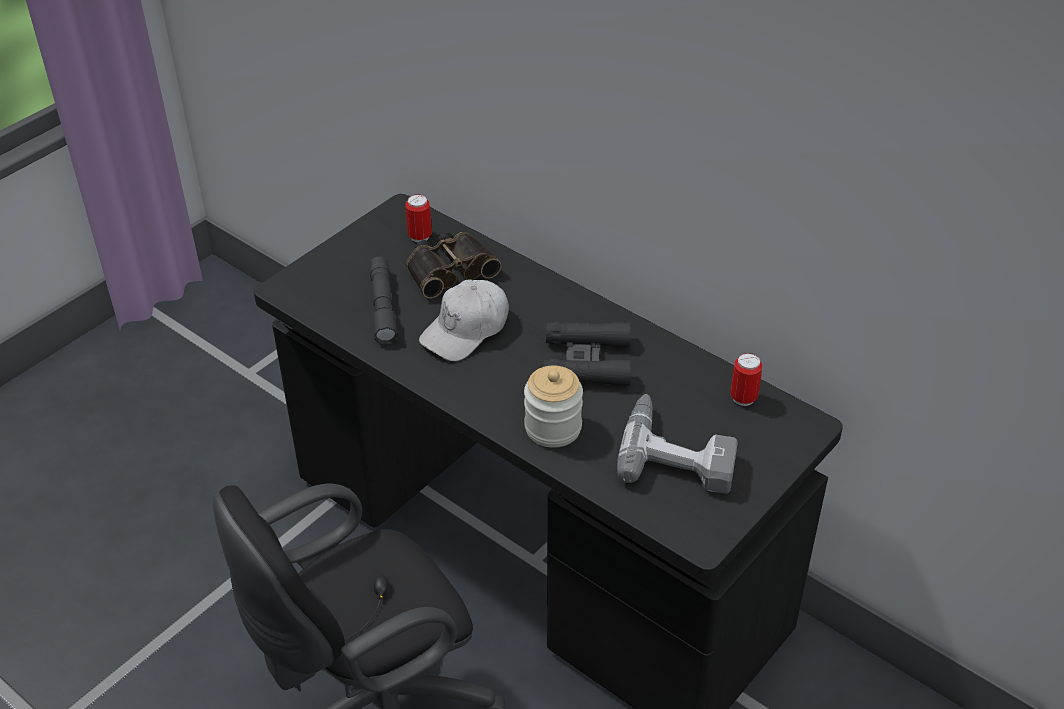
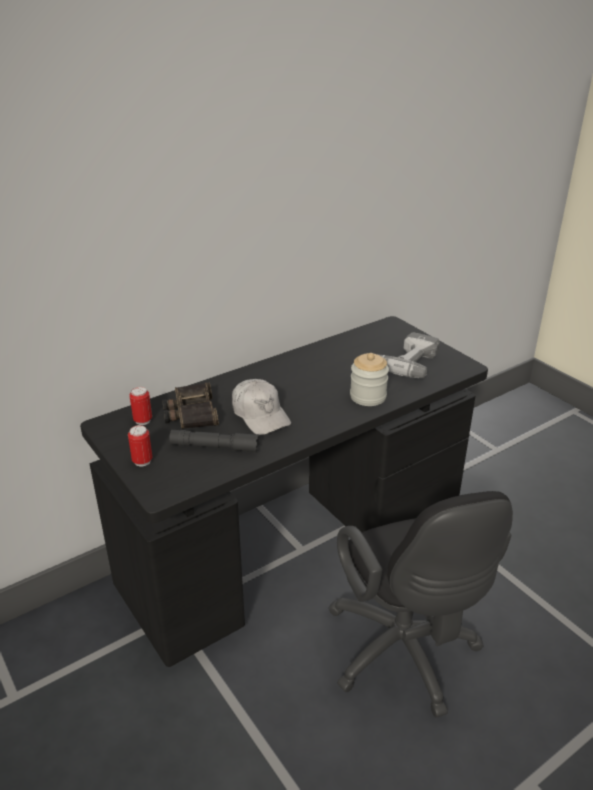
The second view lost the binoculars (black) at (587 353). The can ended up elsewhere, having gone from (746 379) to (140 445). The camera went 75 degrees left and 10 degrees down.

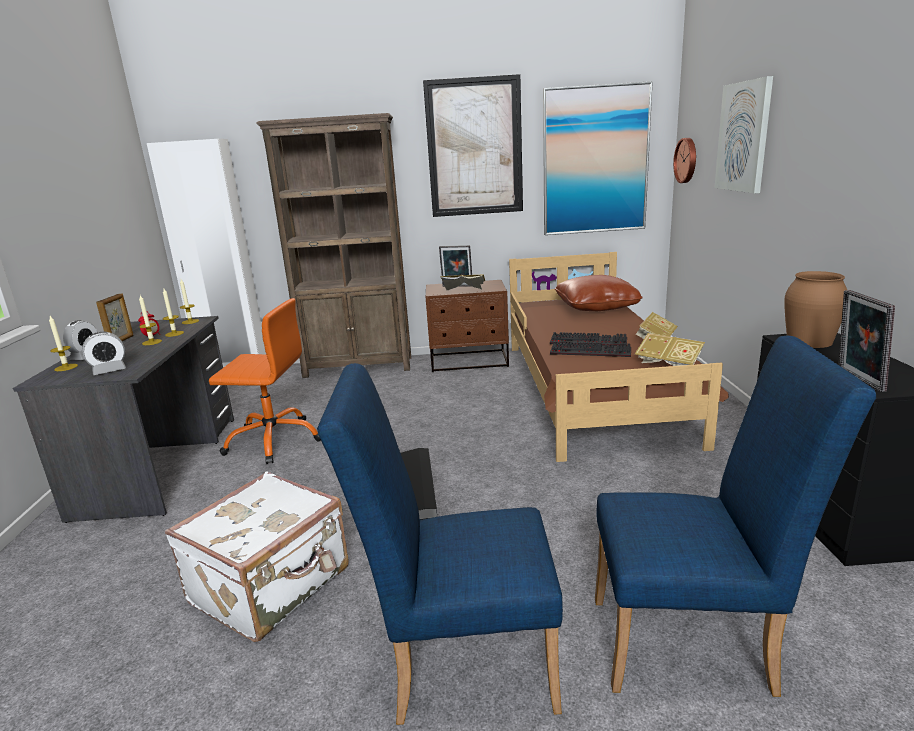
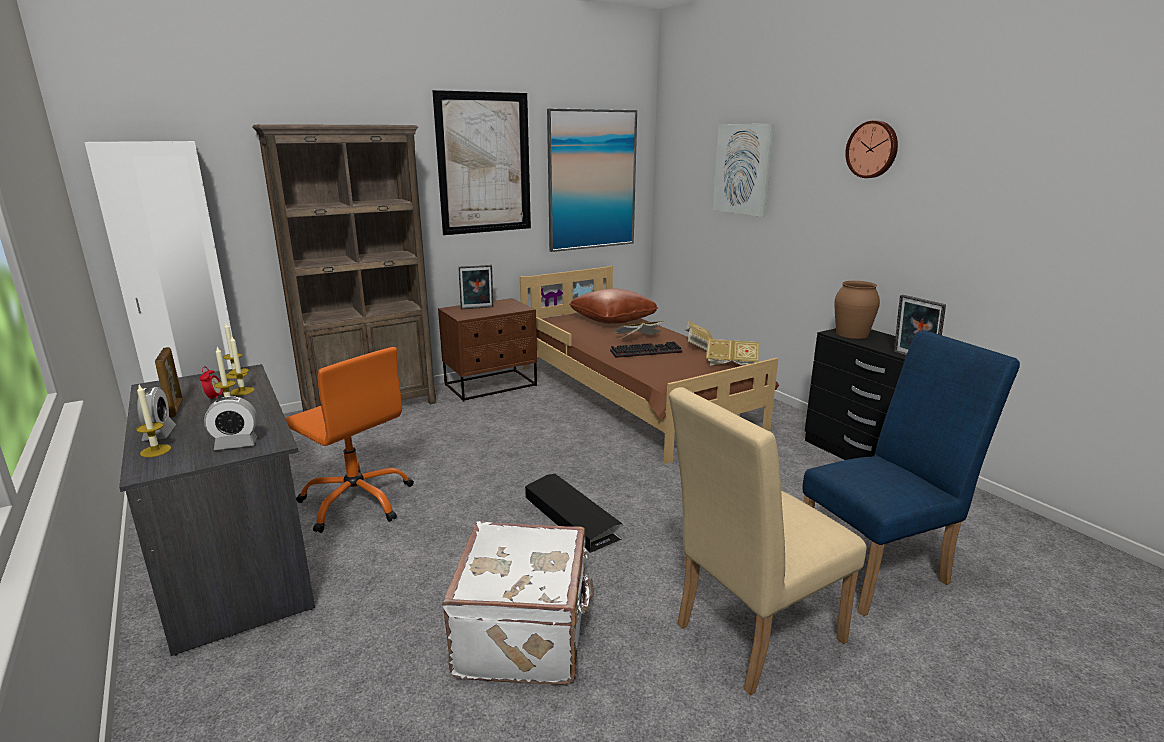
The alarm clock at (104 353) ended up facing another way, 45 degrees clockwise from before. The office chair (orange) at (265 381) ended up facing another way, 60 degrees clockwise from before. What was the chair (blue) at (440 544) turned into the chair (beige) at (768 541). The book ended up elsewhere, having gone from (462 282) to (638 330). The second view lost the keyboard at (590 349). The wall clock ended up elsewhere, having gone from (684 160) to (871 149). The camera went 30 degrees left and 0 degrees up.

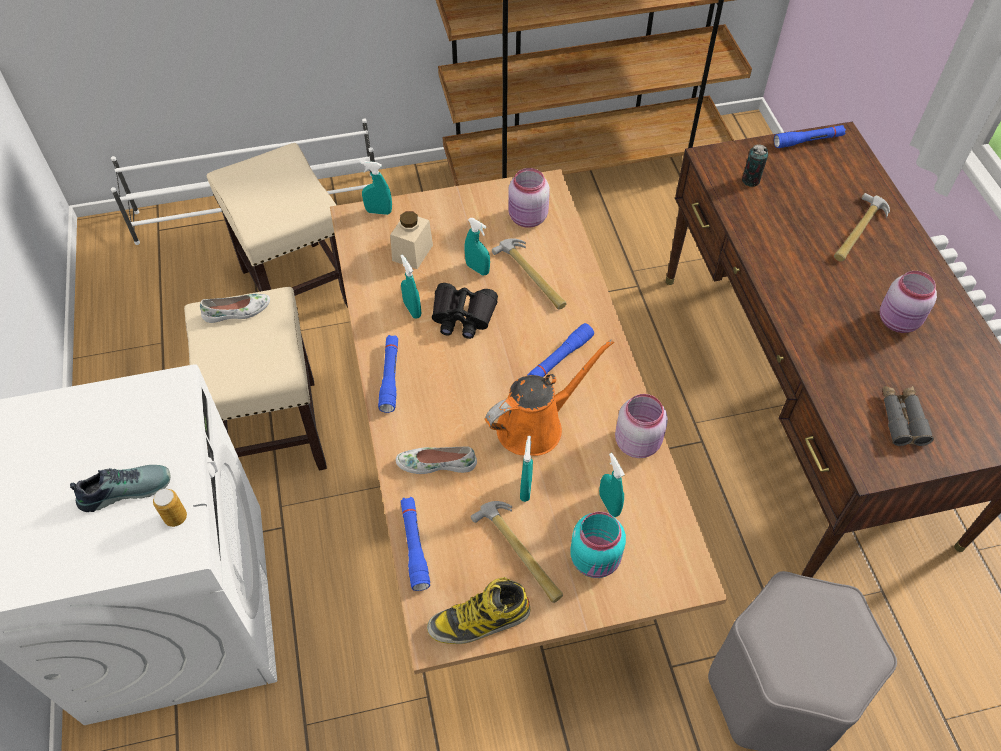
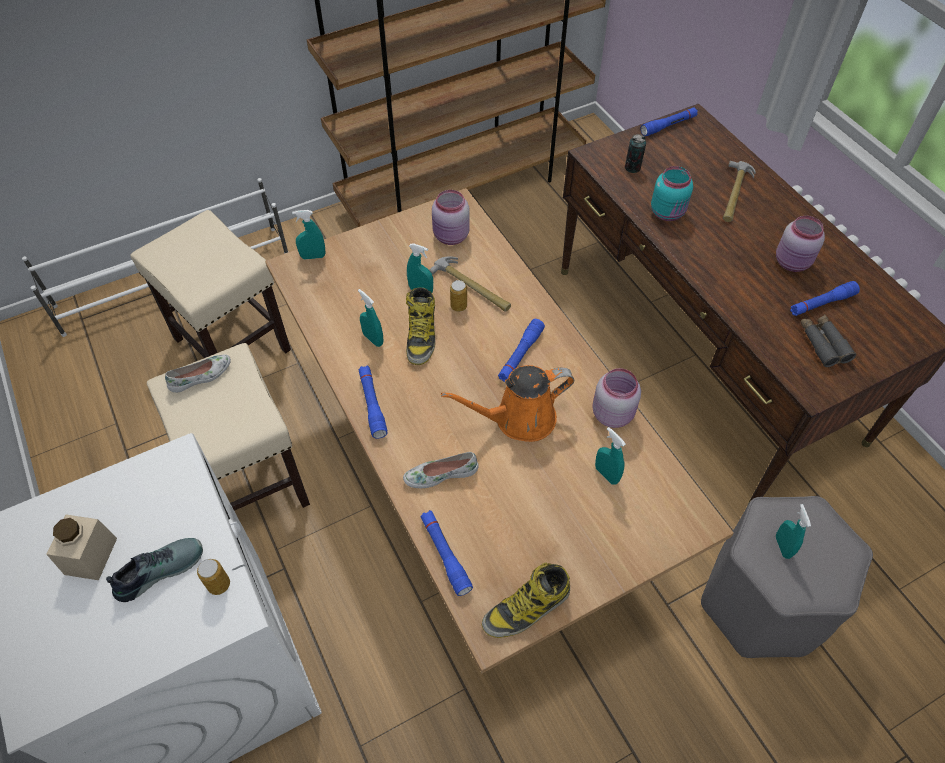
The jar (beige) ended up elsewhere, having gone from (411 240) to (81 547). Where the binoculars (black) stood at (465 311), the boot came to stand at (420 326). The second view lost the hammer at (517 552). The watering can (orange) at (549 397) ended up facing another way, 150 degrees counterclockwise from before. The spray bottle (turquoise) ended up elsewhere, having gone from (526 469) to (793 531). The jar (turquoise) ended up elsewhere, having gone from (598 545) to (672 193). The second view gained the can at (458 296). The second view gained the flashlight (blue) at (825 298). The camera went 15 degrees left and 0 degrees up.

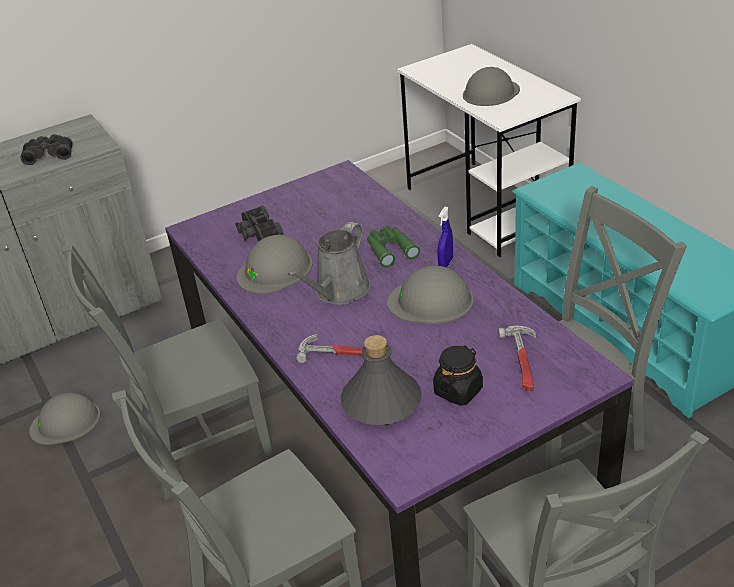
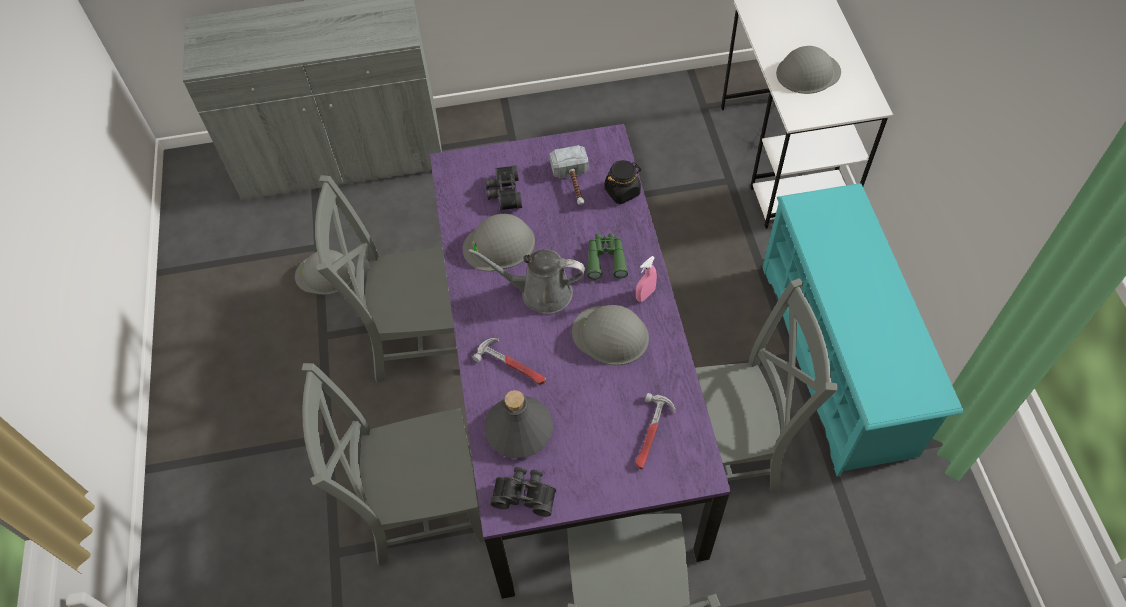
The binoculars (black) ended up elsewhere, having gone from (46 149) to (523 492). The watering can (grey) at (329 263) ended up facing another way, 45 degrees clockwise from before. The jar (black) ended up elsewhere, having gone from (458 375) to (623 182). What was the spray bottle (blue) at (445 237) turned into the spray bottle (pink) at (646 279). The second view gained the hammer at (569 175). The camera went 20 degrees right and 20 degrees up.

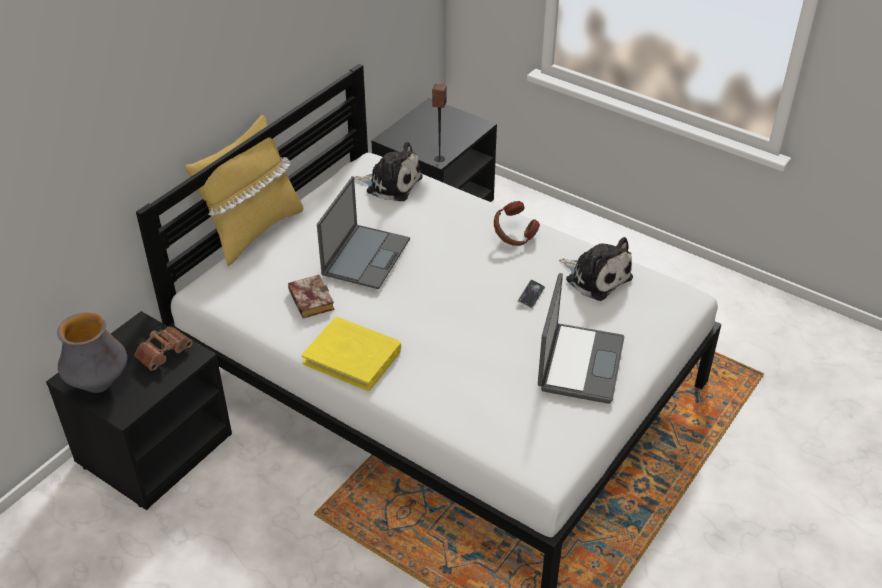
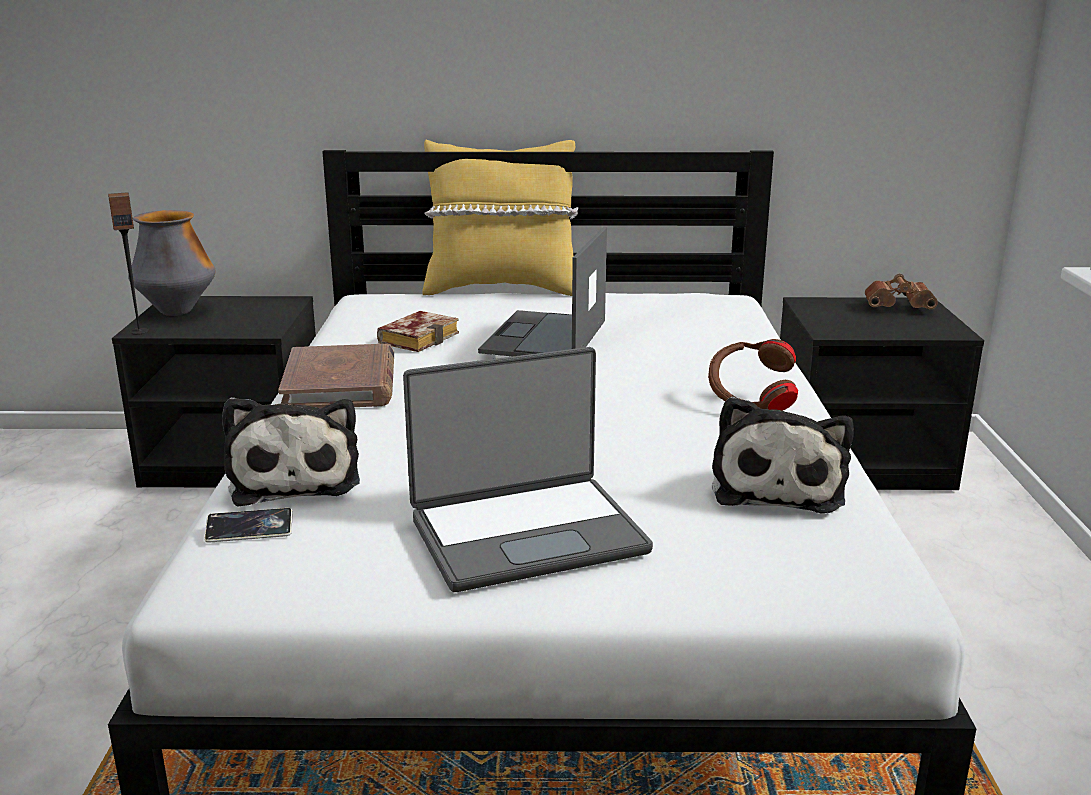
The binoculars (brown) ended up elsewhere, having gone from (163 349) to (901 291). What was the book (yellow) at (351 354) turned into the book (brown) at (336 376). The laptop at (363 232) ended up facing another way, 120 degrees clockwise from before. The plush toy ended up elsewhere, having gone from (388 171) to (291 452). The speaker ended up elsewhere, having gone from (439 123) to (128 263). The phone ended up elsewhere, having gone from (531 294) to (248 525). The camera went 55 degrees right and 20 degrees down.

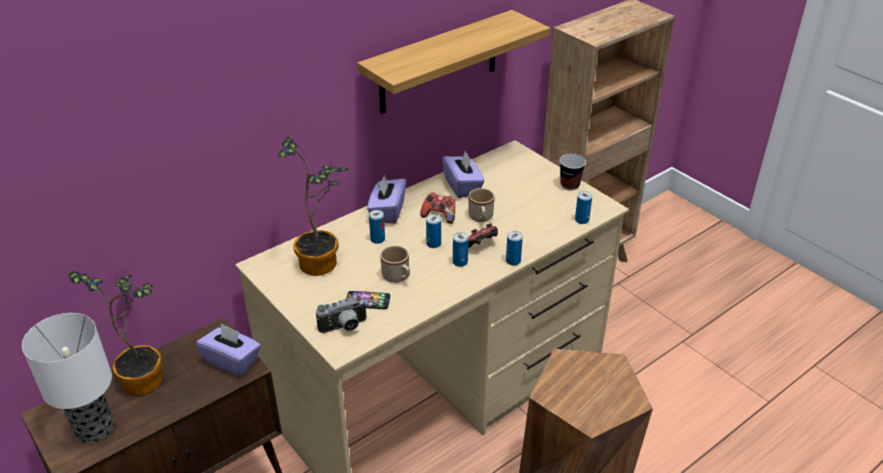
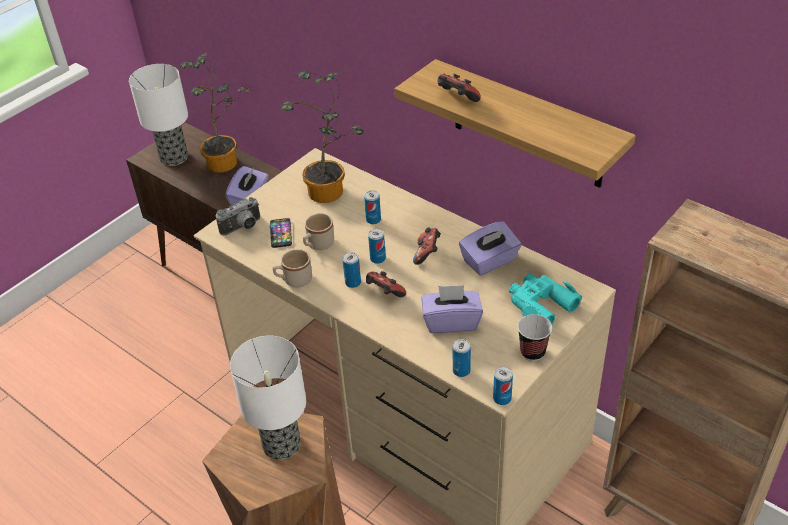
The photo camera at (341 314) ended up facing another way, 90 degrees counterclockwise from before. The tissue box (purple) ended up elsewhere, having gone from (386 199) to (452 309). The mug (beige) ended up elsewhere, having gone from (481 205) to (292 268). The can ended up elsewhere, having gone from (514 248) to (503 385). The second view gained the table lamp at (268 397). The second view gained the game controller at (459 88). The second view gained the binoculars (turquoise) at (545 299). The camera went 80 degrees right and 5 degrees up.

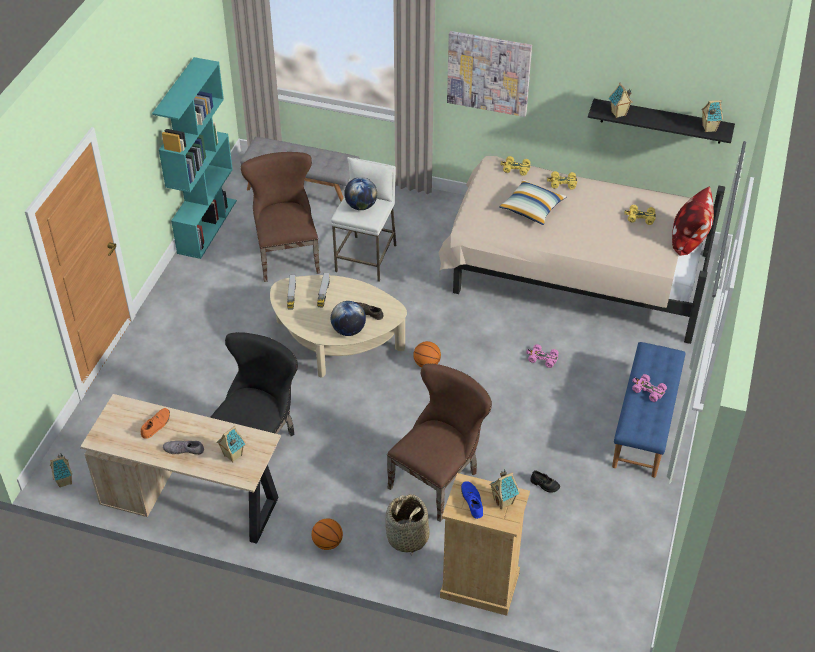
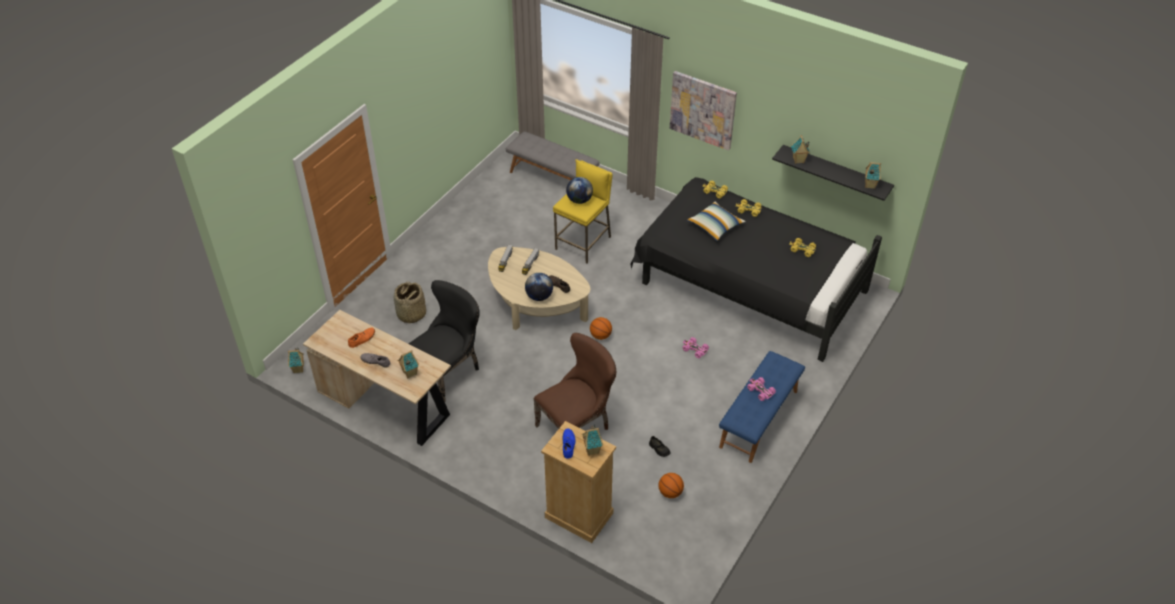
The second view lost the bookcase (turquoise) at (194 158). The second view lost the chair (brown) at (280 217). The basketball ended up elsewhere, having gone from (327 534) to (671 485). What was the stool (white) at (363 219) turned into the stool (yellow) at (583 211). The basket ended up elsewhere, having gone from (407 524) to (410 302). What was the bed (beige) at (582 250) turned into the bed (black) at (756 269). The second view lost the pillow at (693 221). The camera went 15 degrees right and 0 degrees up.

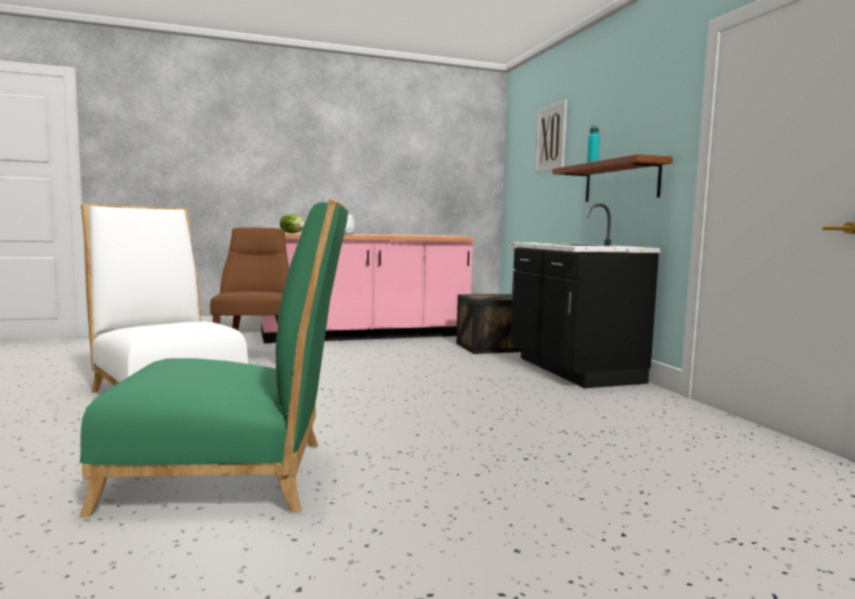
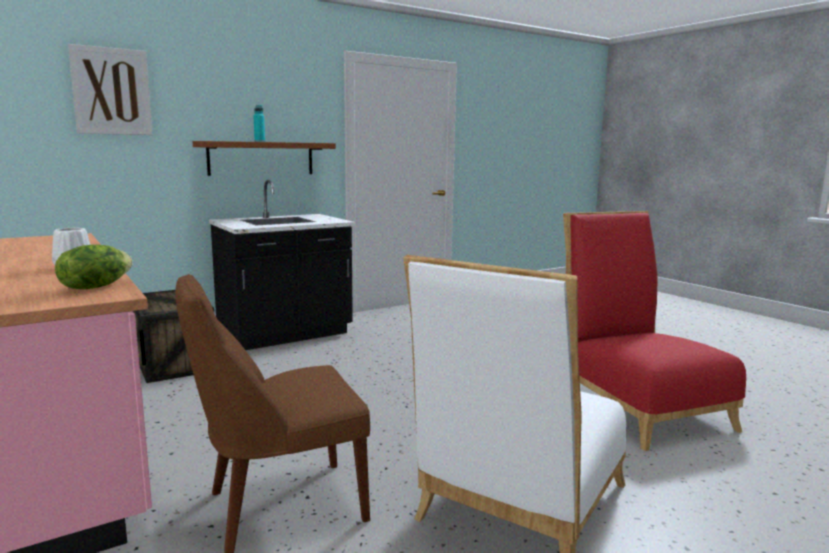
What was the chair (green) at (213 358) turned into the chair (red) at (654 331). The camera went 105 degrees left and 5 degrees up.

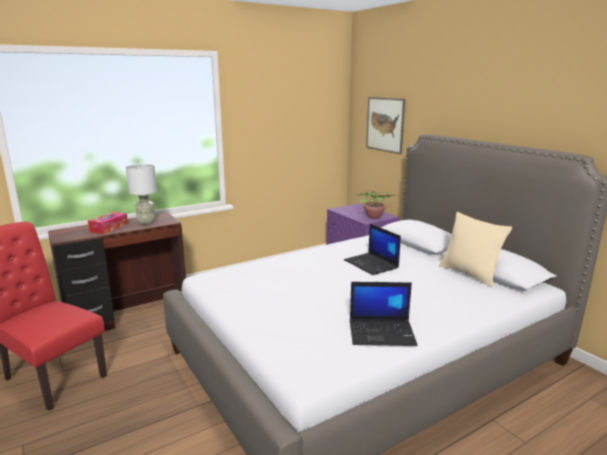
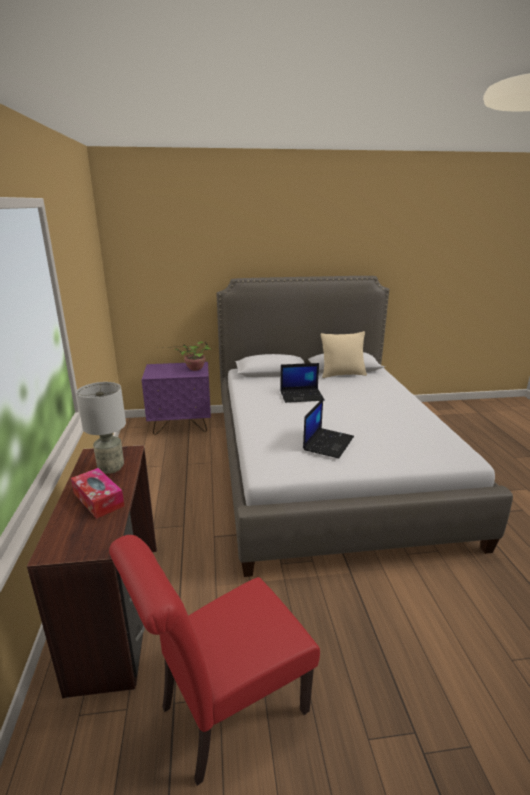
The laptop ended up elsewhere, having gone from (384 314) to (328 428). The second view lost the picture at (385 125). The camera went 65 degrees left and 5 degrees up.

